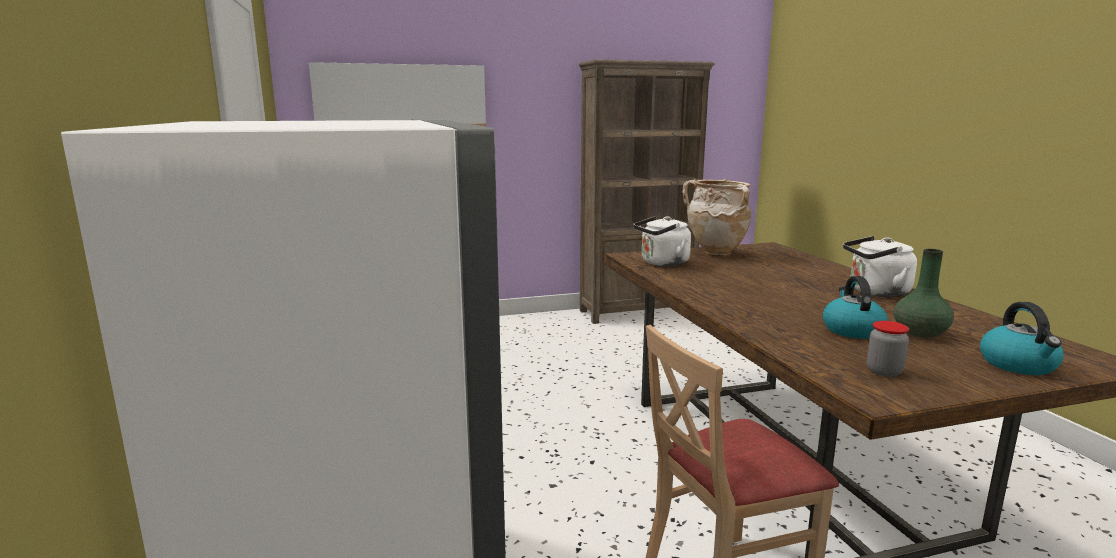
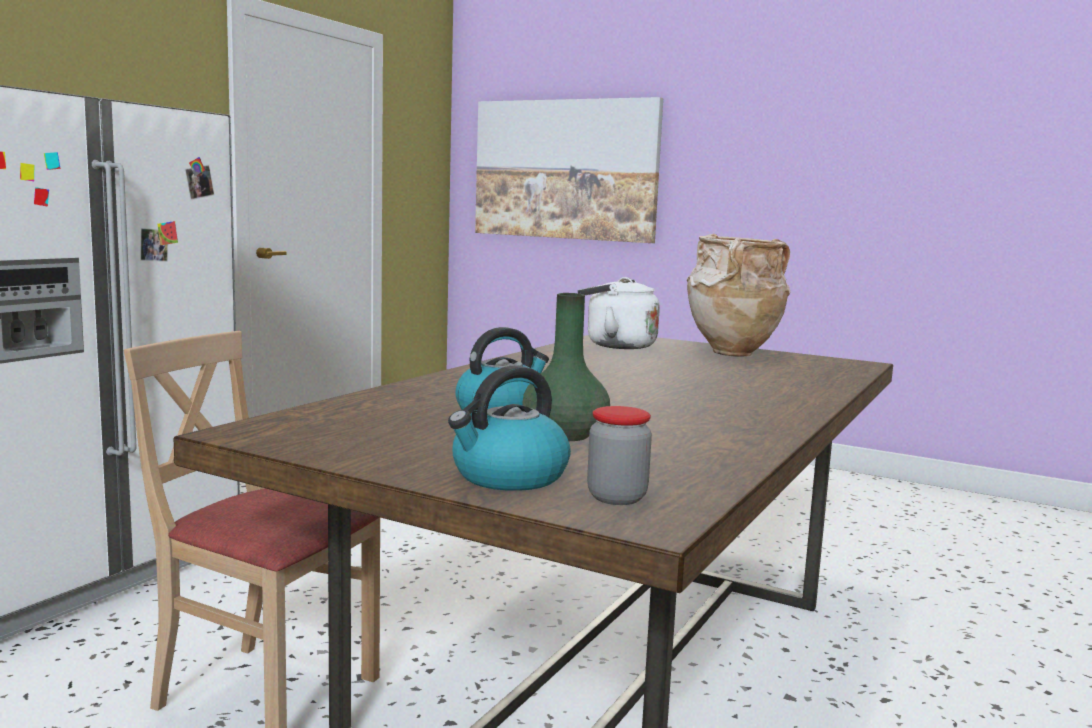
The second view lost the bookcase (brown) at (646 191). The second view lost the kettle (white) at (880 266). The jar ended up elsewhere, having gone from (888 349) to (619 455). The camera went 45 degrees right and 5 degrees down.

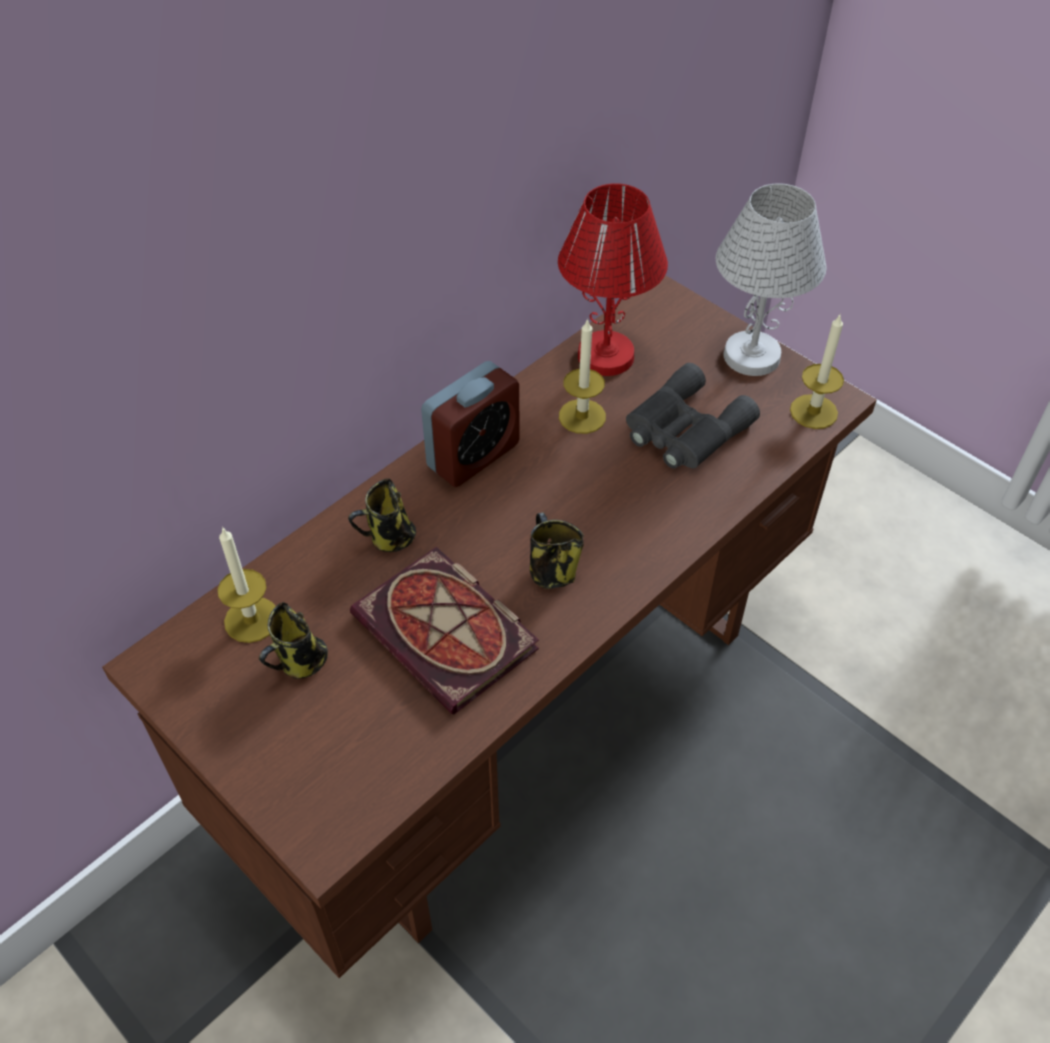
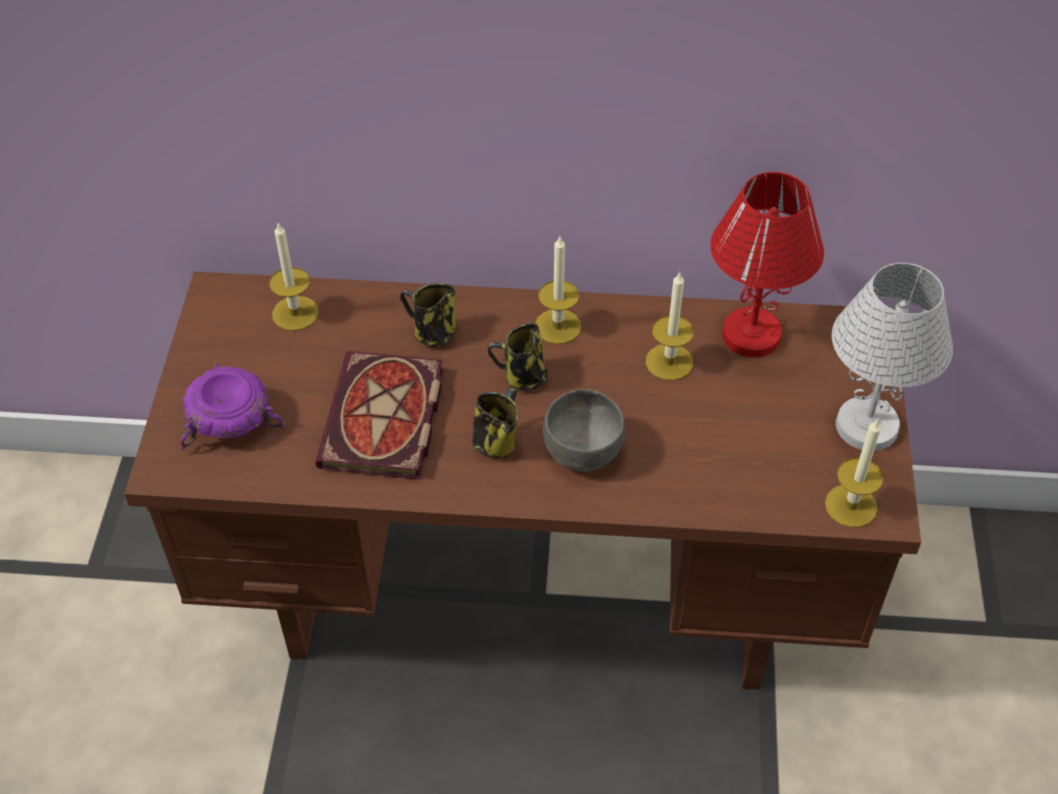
The mug ended up elsewhere, having gone from (293 640) to (518 357). Where the alarm clock stood at (470 424), the candle came to stand at (558 290). The second view lost the binoculars (grey) at (693 416). The second view gained the bowl (purple) at (233 407). The second view gained the bowl (grey) at (584 430). The camera went 50 degrees right and 0 degrees up.

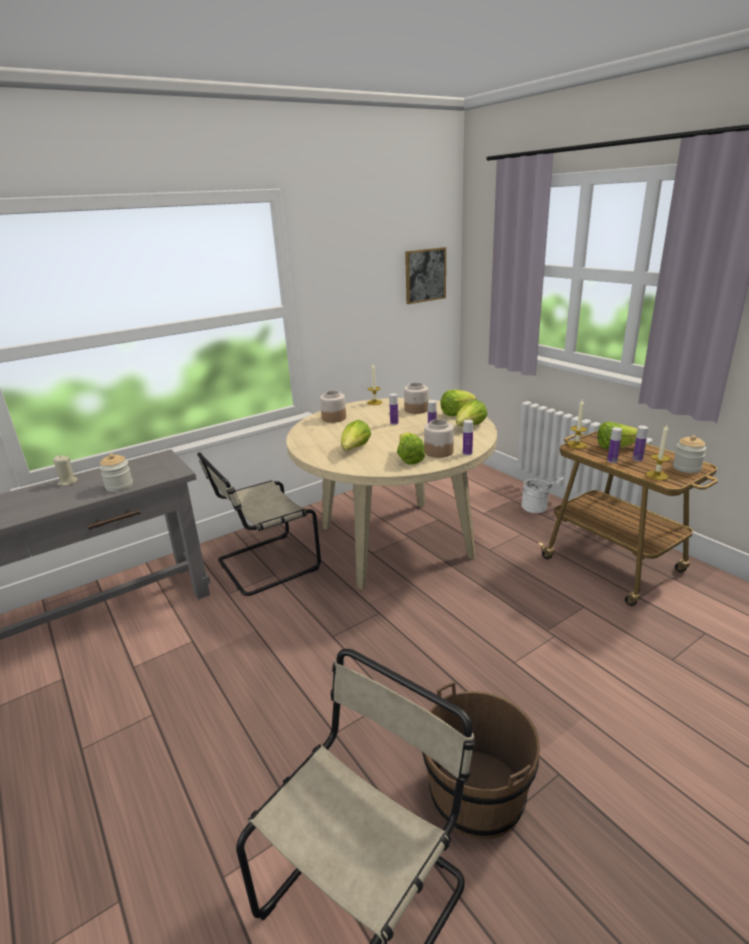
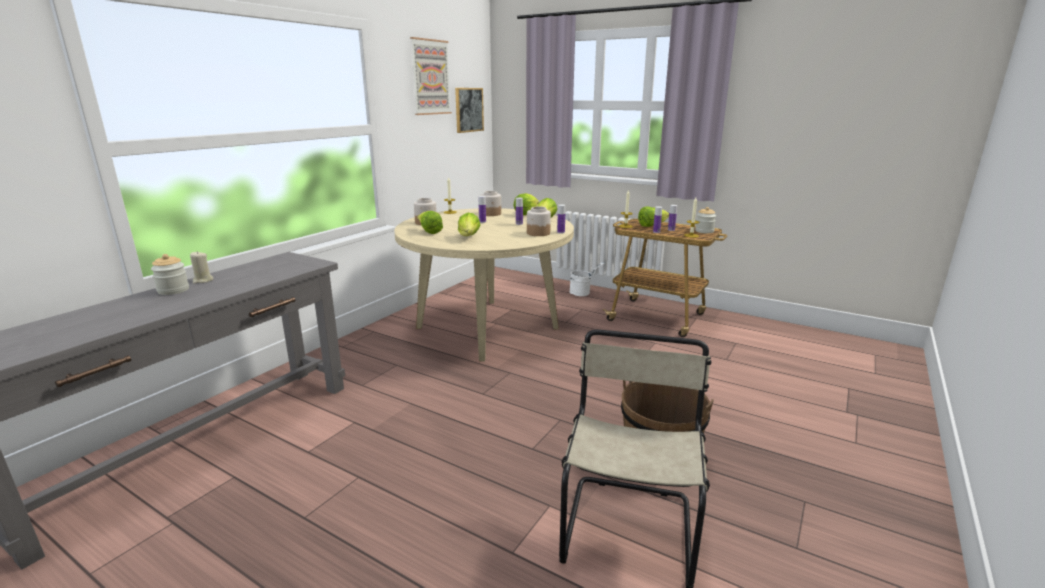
The jar ended up elsewhere, having gone from (116 473) to (170 274). The second view lost the chair (beige) at (259 524). The lettuce ended up elsewhere, having gone from (411 448) to (430 222). The second view gained the picture at (431 76). The camera went 25 degrees left and 5 degrees down.

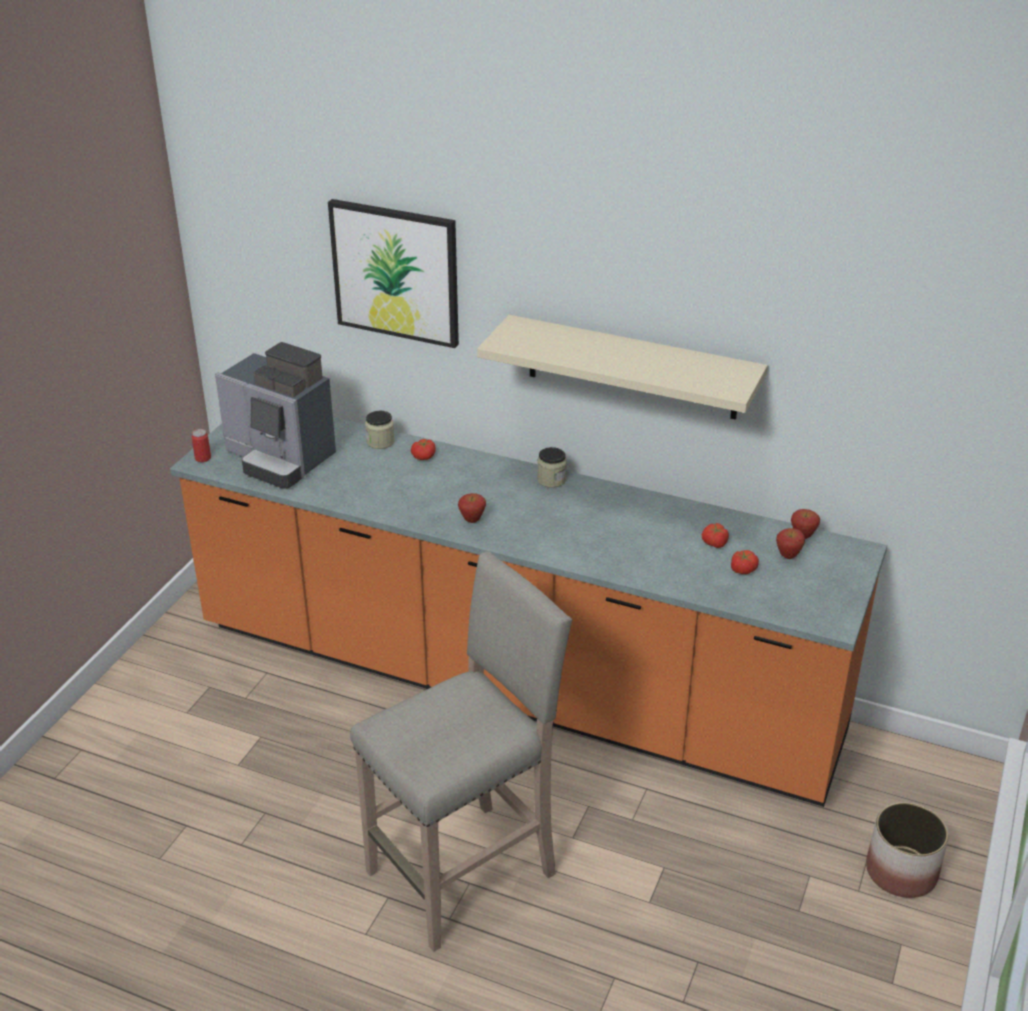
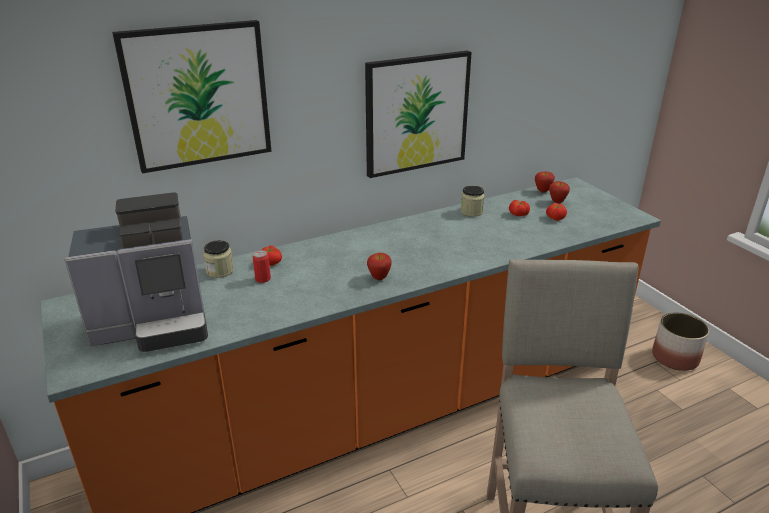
The can ended up elsewhere, having gone from (201 445) to (262 266). Where the shelf (beige) hung at (622 367), the picture came to hang at (418 114). The jar ended up elsewhere, having gone from (552 467) to (472 201). The camera went 50 degrees left and 5 degrees down.

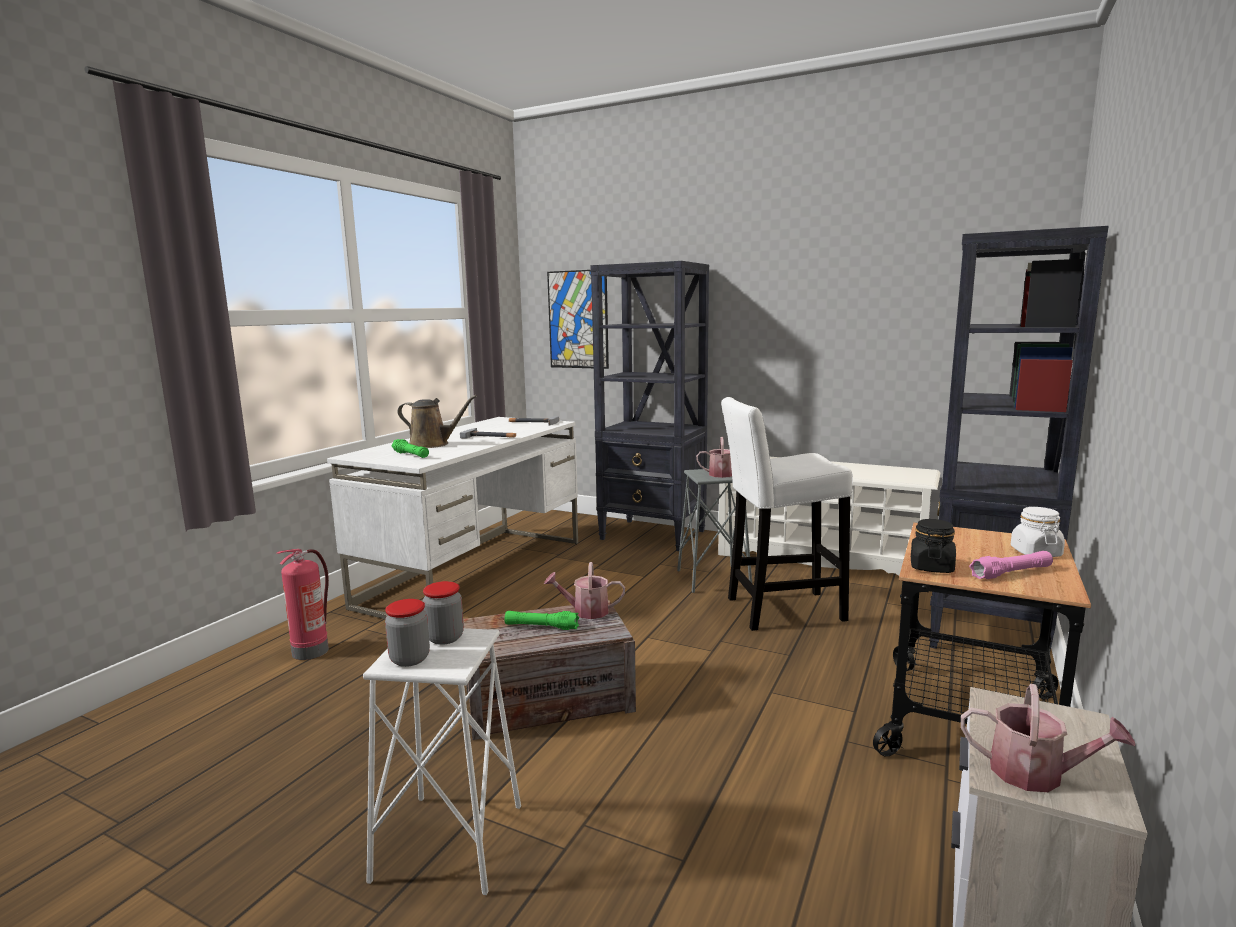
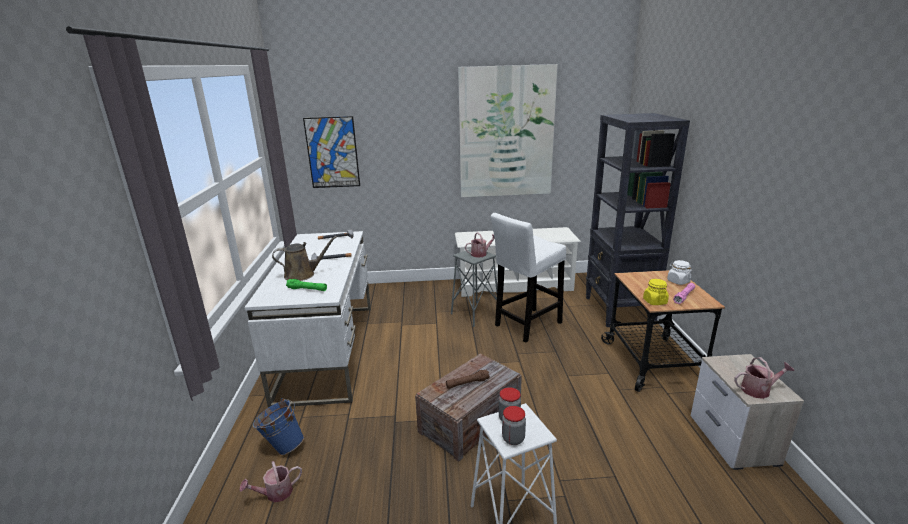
Where the fire extinguisher stood at (302 604), the bucket (blue) came to stand at (278 426). What was the flashlight (green) at (542 620) turned into the flashlight (brown) at (468 379). The watering can ended up elsewhere, having gone from (584 590) to (271 482). The second view lost the bookcase (black) at (649 406). What was the jar (black) at (933 546) turned into the jar (yellow) at (656 292). The second view gained the picture at (508 130). The camera went 30 degrees left and 10 degrees up.

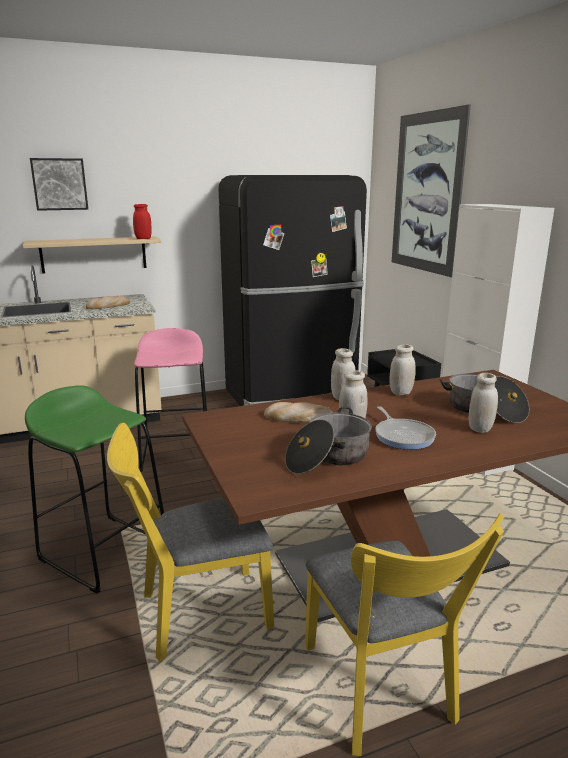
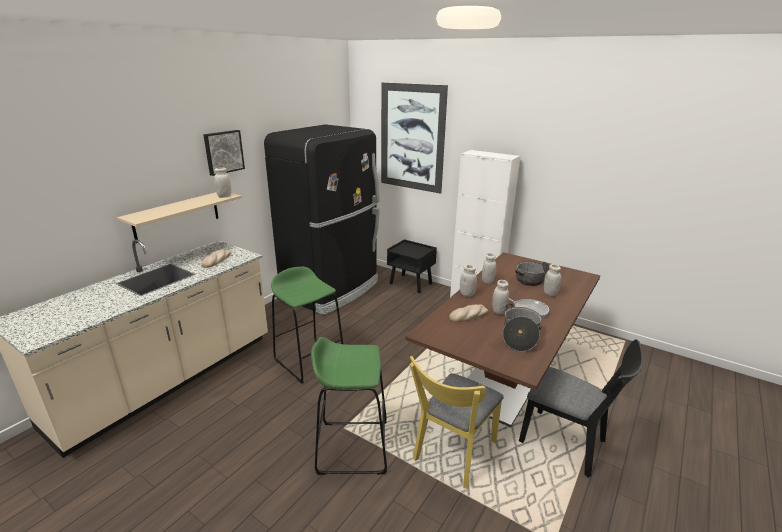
The picture ended up elsewhere, having gone from (59 184) to (224 153). What was the jar (red) at (142 221) turned into the jar (white) at (223 182). What was the stool (pink) at (170 400) turned into the stool (green) at (307 325). What was the chair (yellow) at (404 634) turned into the chair (black) at (581 408). The camera went 35 degrees left and 5 degrees up.

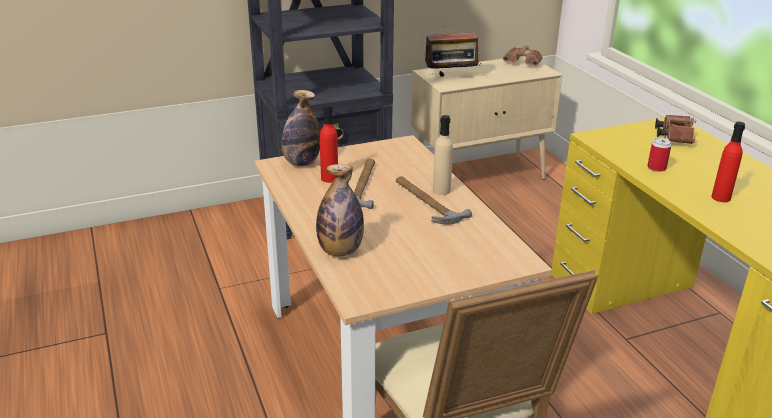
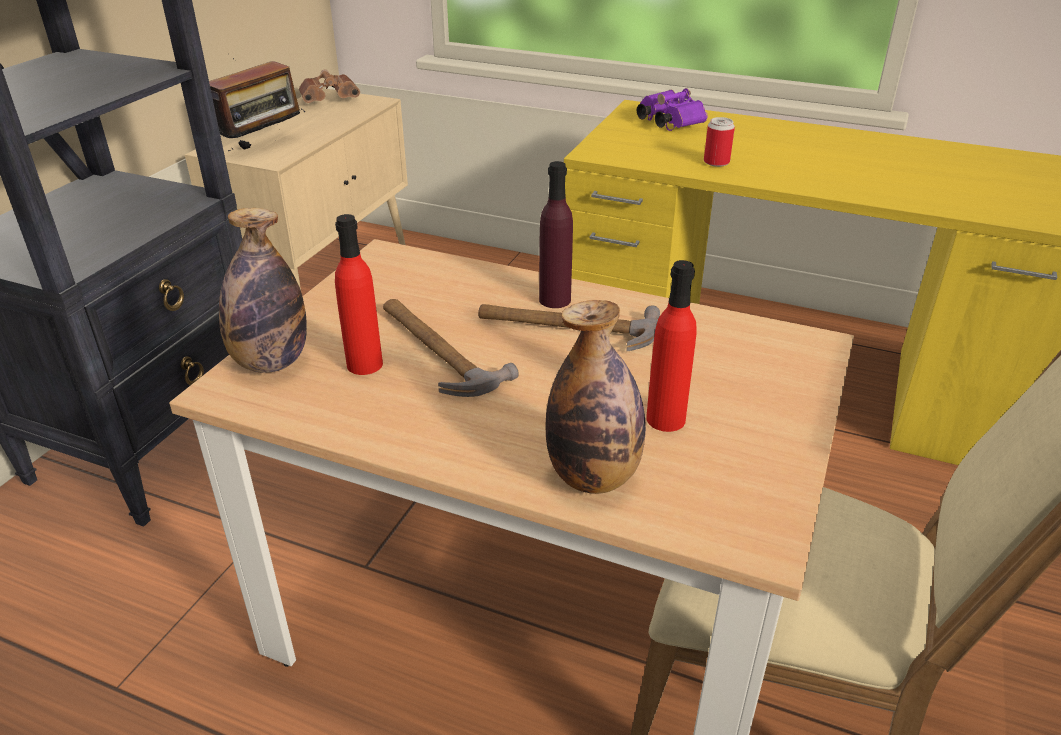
What was the bottle (beige) at (443 155) turned into the bottle (purple) at (556 234). What was the binoculars (brown) at (675 129) turned into the binoculars (purple) at (672 109). The bottle (red) ended up elsewhere, having gone from (728 162) to (671 346). The camera went 45 degrees left and 5 degrees up.

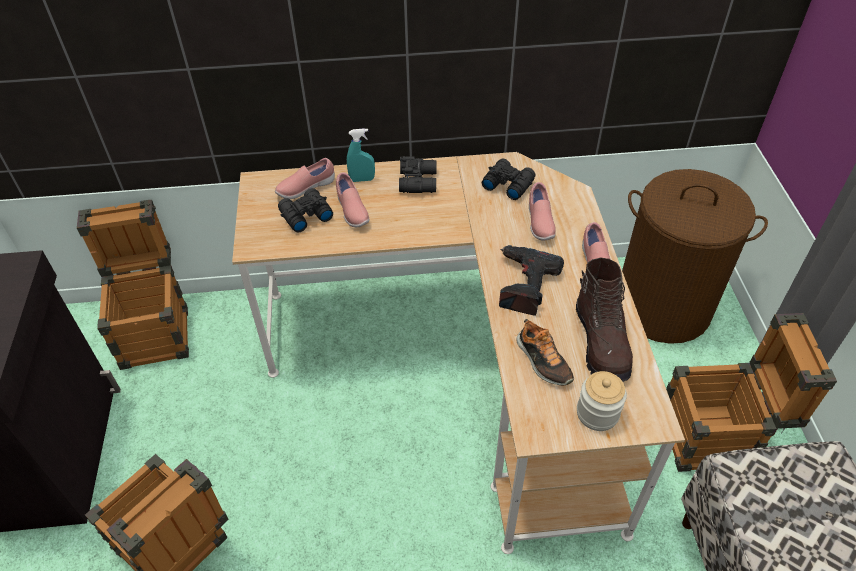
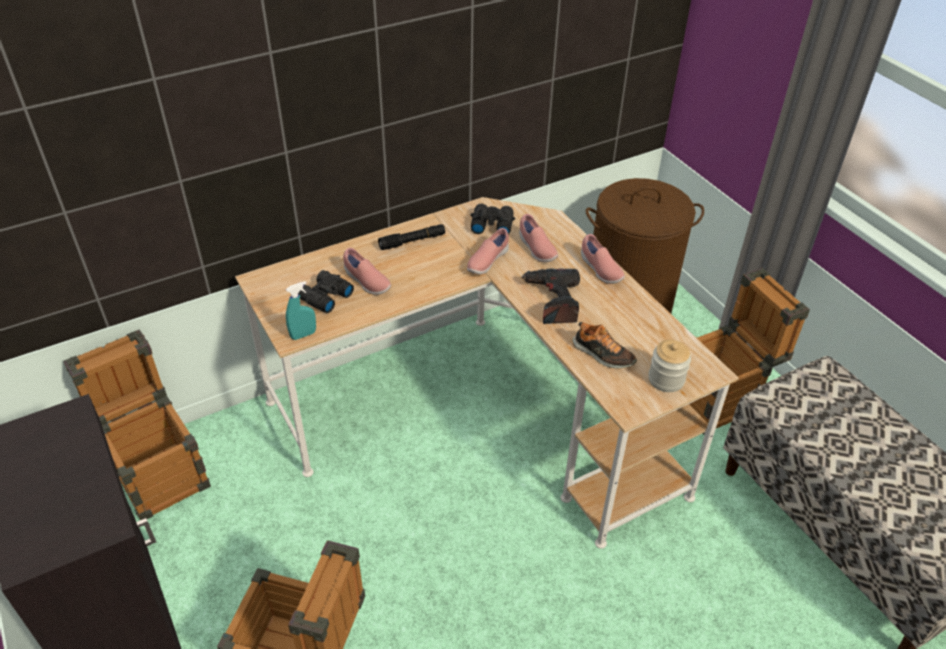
The shoe (pink) ended up elsewhere, having gone from (305 178) to (488 251). The spray bottle (turquoise) ended up elsewhere, having gone from (361 155) to (301 310). Where the binoculars (black) stood at (418 174), the flashlight (black) came to stand at (411 237). The second view lost the boot (brown) at (604 320). The camera went 25 degrees left and 5 degrees down.

